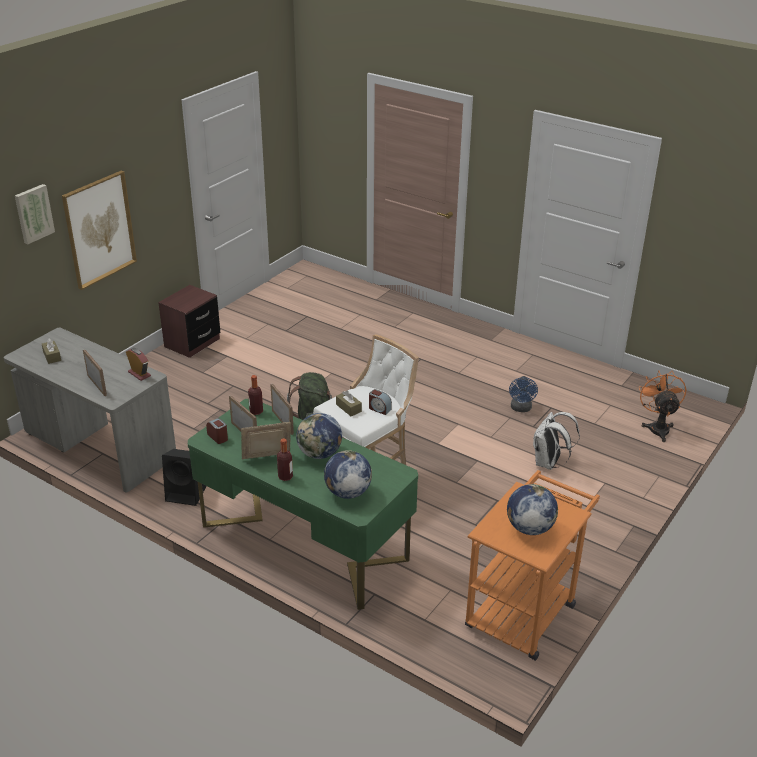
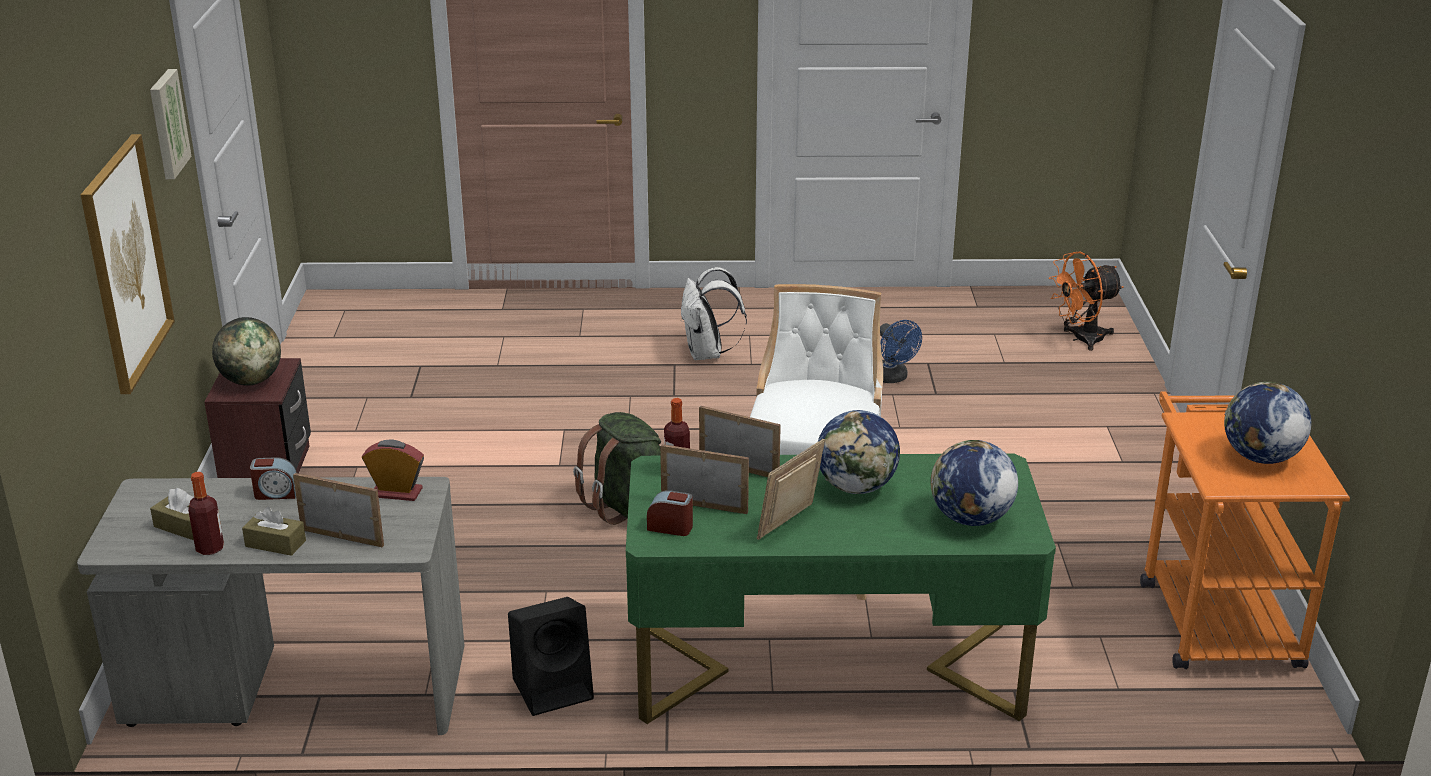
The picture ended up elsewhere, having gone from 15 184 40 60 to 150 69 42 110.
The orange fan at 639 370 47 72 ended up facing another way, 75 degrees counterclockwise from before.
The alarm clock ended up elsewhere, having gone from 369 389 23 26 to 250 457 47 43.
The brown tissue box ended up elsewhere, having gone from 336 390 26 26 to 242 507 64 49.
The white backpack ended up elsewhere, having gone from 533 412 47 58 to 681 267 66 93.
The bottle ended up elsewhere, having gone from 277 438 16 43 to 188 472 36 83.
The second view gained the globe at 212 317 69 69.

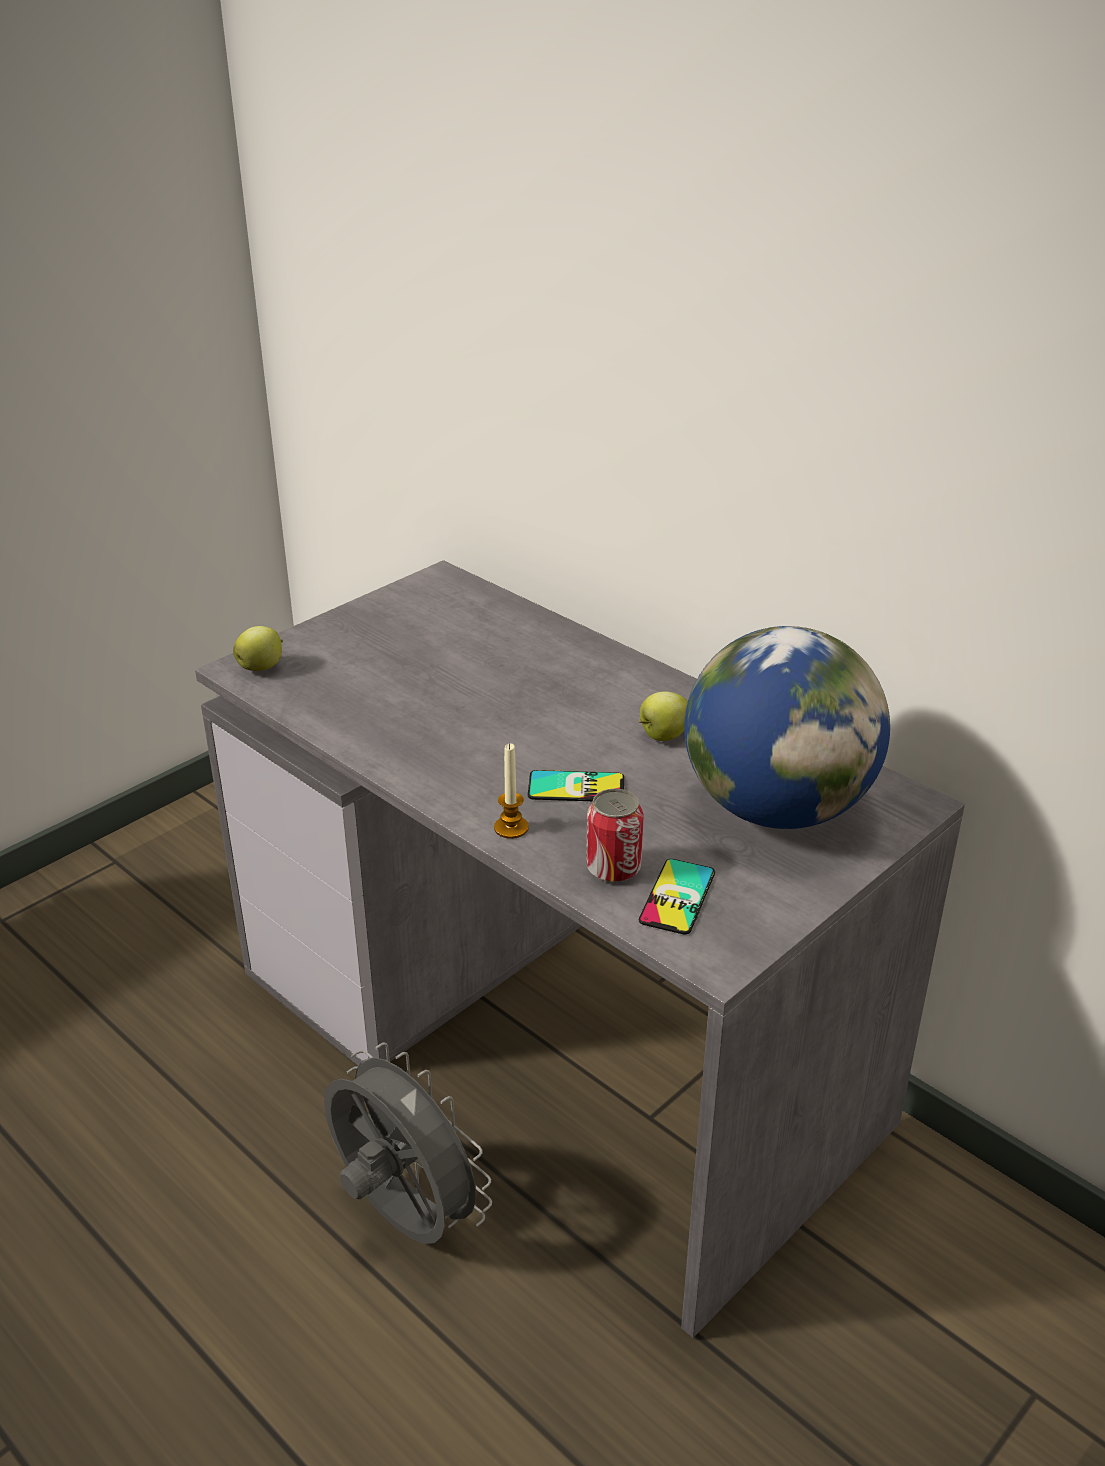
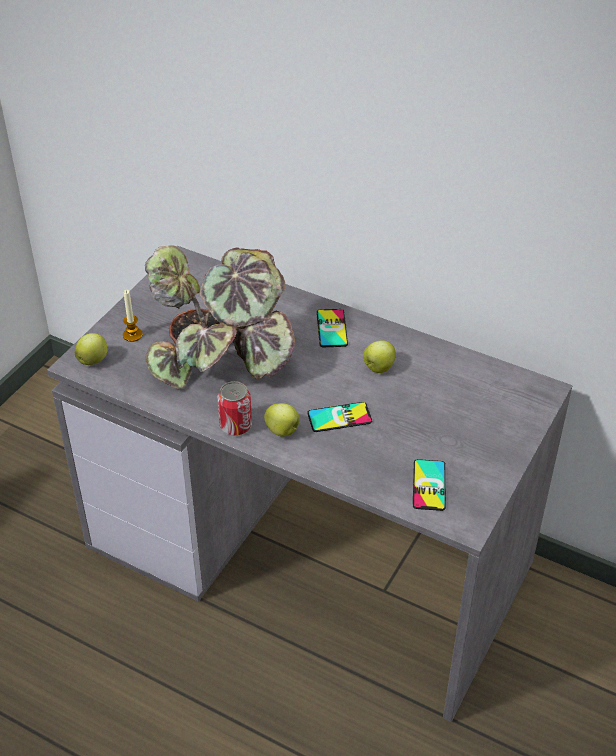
The second view lost the globe at 684 626 206 203.
The candle ended up elsewhere, having gone from 494 743 35 96 to 123 290 20 52.
The can ended up elsewhere, having gone from 586 789 58 94 to 217 381 35 55.
The second view lost the grey fan at 324 1042 168 202.
The second view gained the potted plant at 145 245 150 144.
The second view gained the phone at 317 309 31 38.
The second view gained the apple at 264 403 36 33.

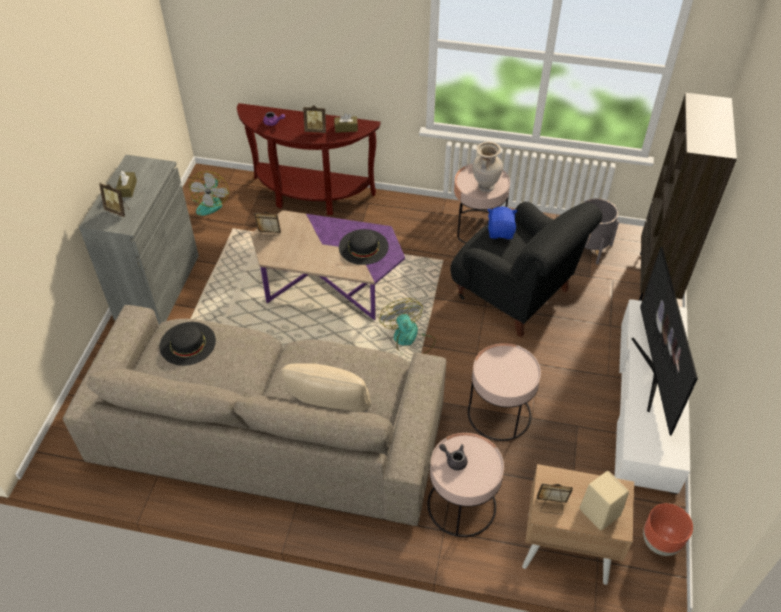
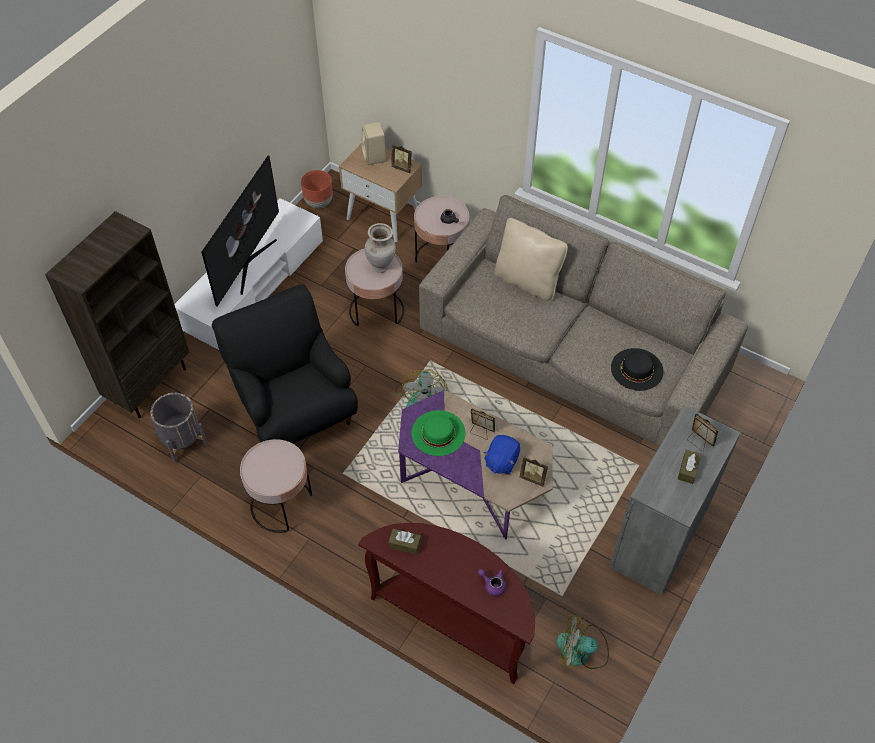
The picture frame ended up elsewhere, having gone from 303 105 23 28 to 470 408 25 32.
The beige vase ended up elsewhere, having gone from 473 142 30 51 to 365 223 31 50.
The fan at 189 171 40 45 ended up facing another way, 105 degrees counterclockwise from before.
The blue plush toy ended up elsewhere, having gone from 487 206 31 33 to 483 435 37 39.
What was the black hat at 339 229 50 36 turned into the green hat at 411 410 55 46.

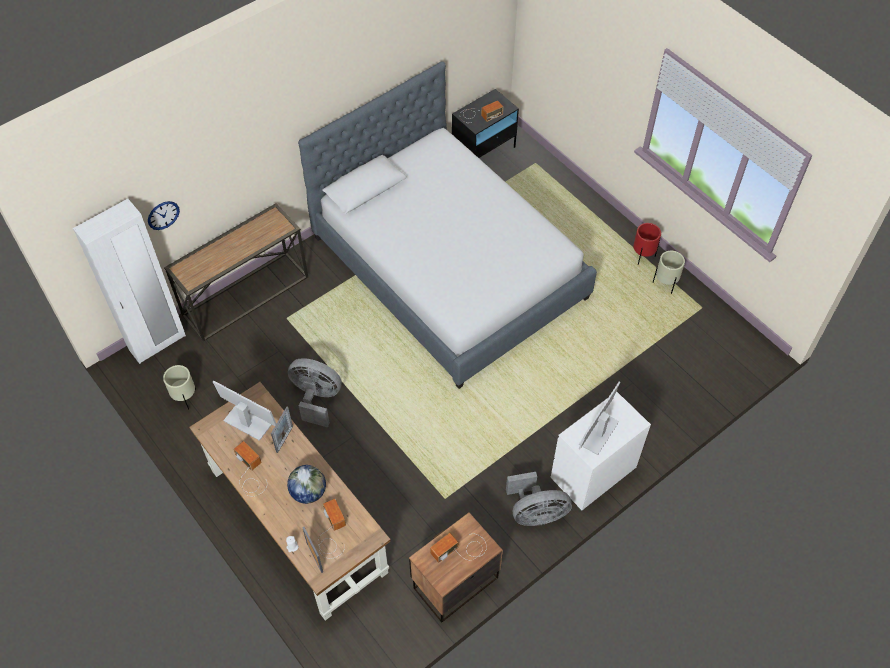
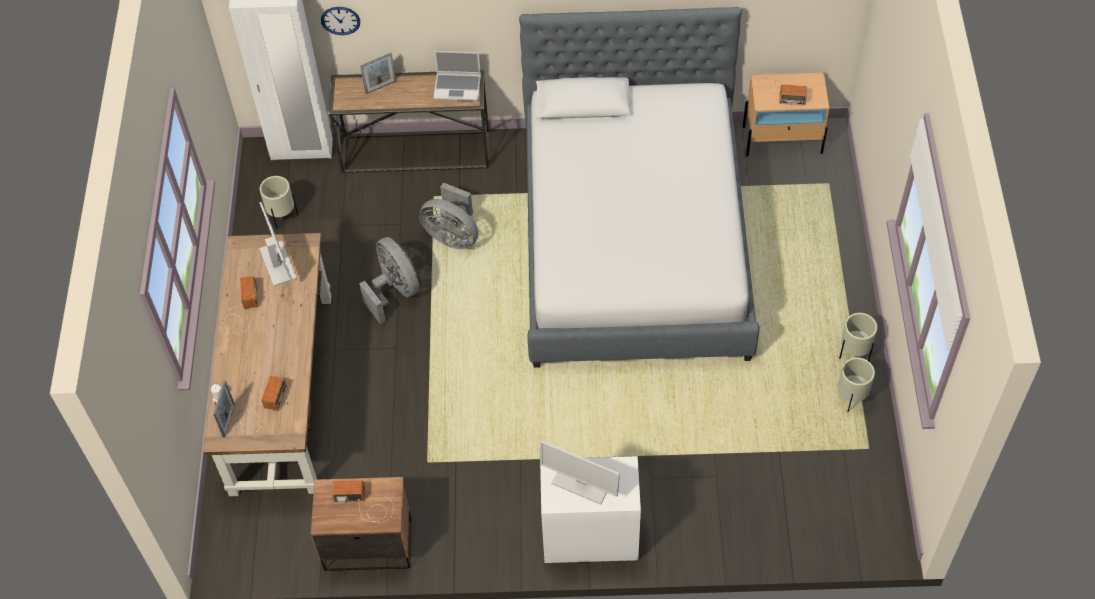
What was the black nightstand at 452 89 67 69 turned into the beige nightstand at 743 73 86 84.
What was the red planter at 633 223 28 42 turned into the beige planter at 839 313 38 48.
The monitor at 579 382 41 73 ended up facing another way, 135 degrees counterclockwise from before.
The picture frame ended up elsewhere, having gone from 271 407 22 46 to 361 53 35 41.
The second view lost the globe at 287 465 39 39.
The grey fan ended up elsewhere, having gone from 506 472 66 54 to 419 183 59 66.
The second view gained the laptop at 433 51 48 50.

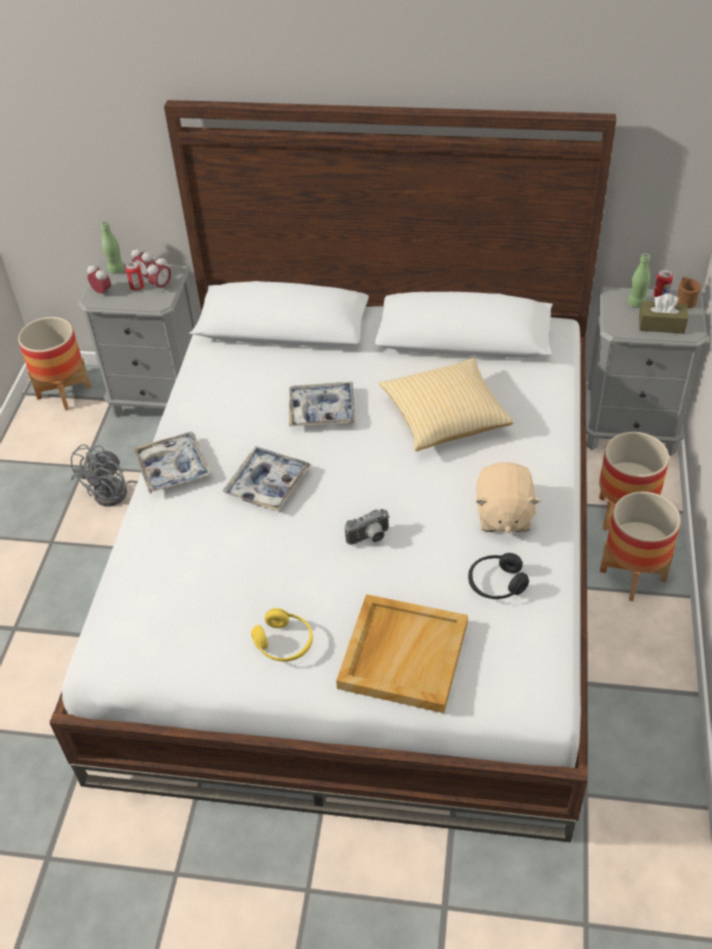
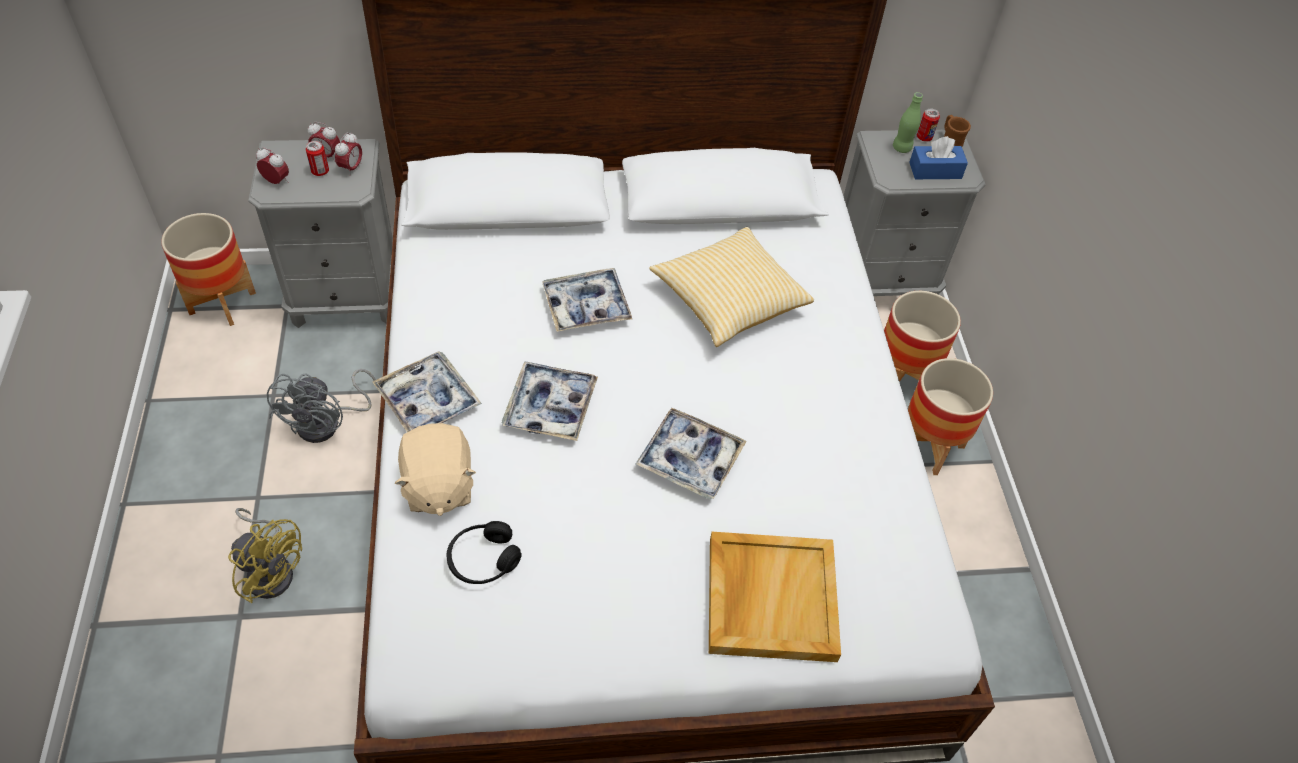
The second view lost the green bottle at 101 221 23 53.
What was the brown tissue box at 639 293 49 41 turned into the blue tissue box at 909 136 59 43.
The beige plush toy ended up elsewhere, having gone from 475 462 66 71 to 394 423 82 93.
Where the photo camera stood at 345 509 45 36, the tray came to stand at 636 408 111 91.
The black headphones ended up elsewhere, having gone from 468 553 61 46 to 447 521 75 63.
The second view lost the yellow headphones at 251 608 62 54.
The second view gained the yellow fan at 228 508 74 95.

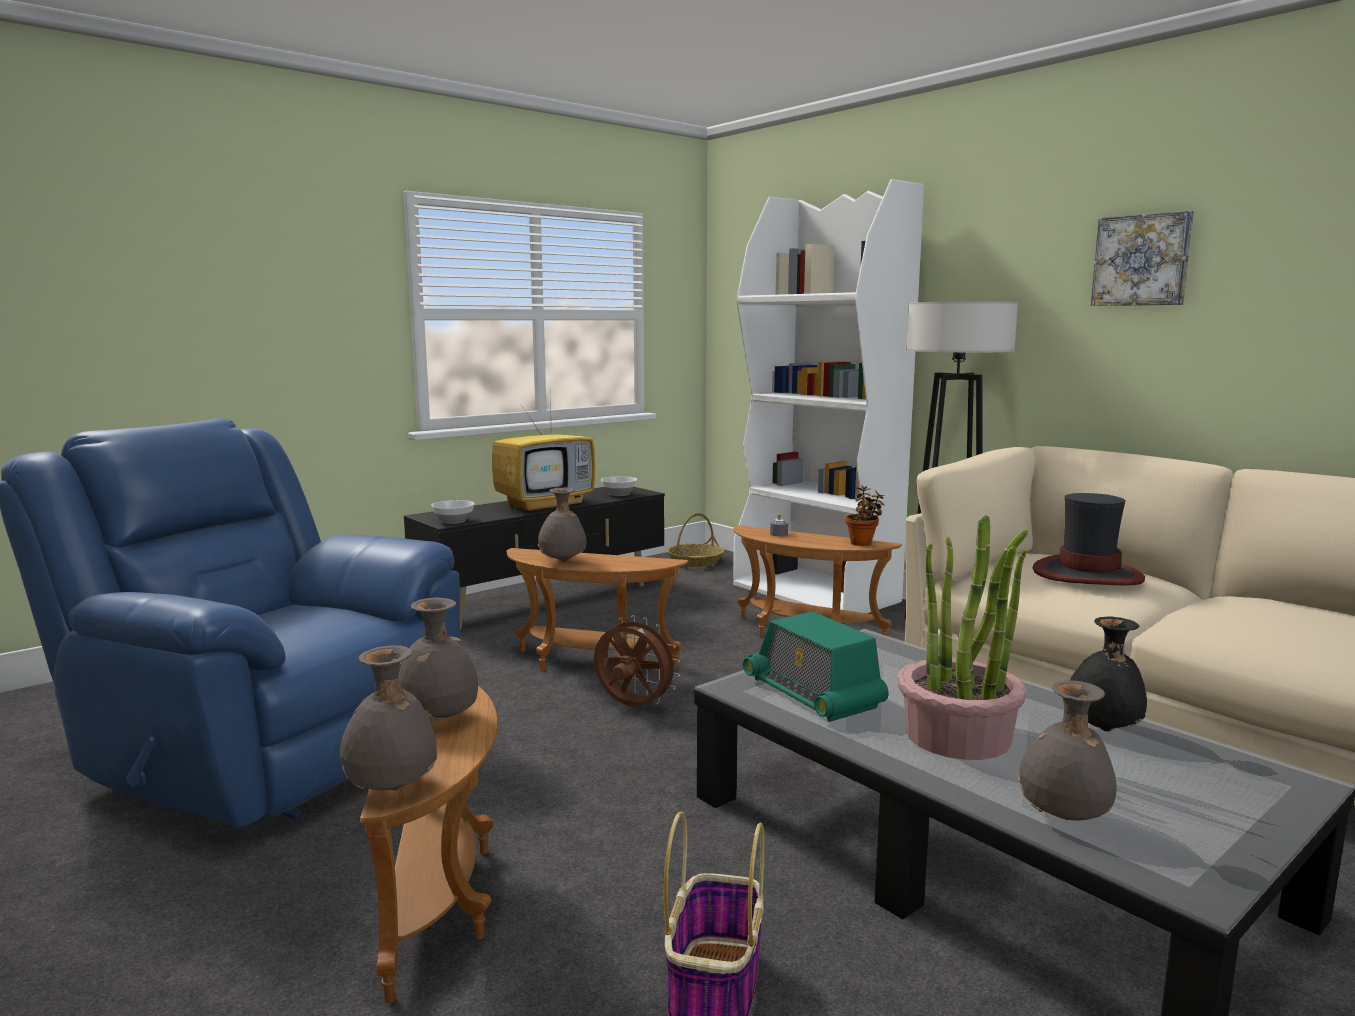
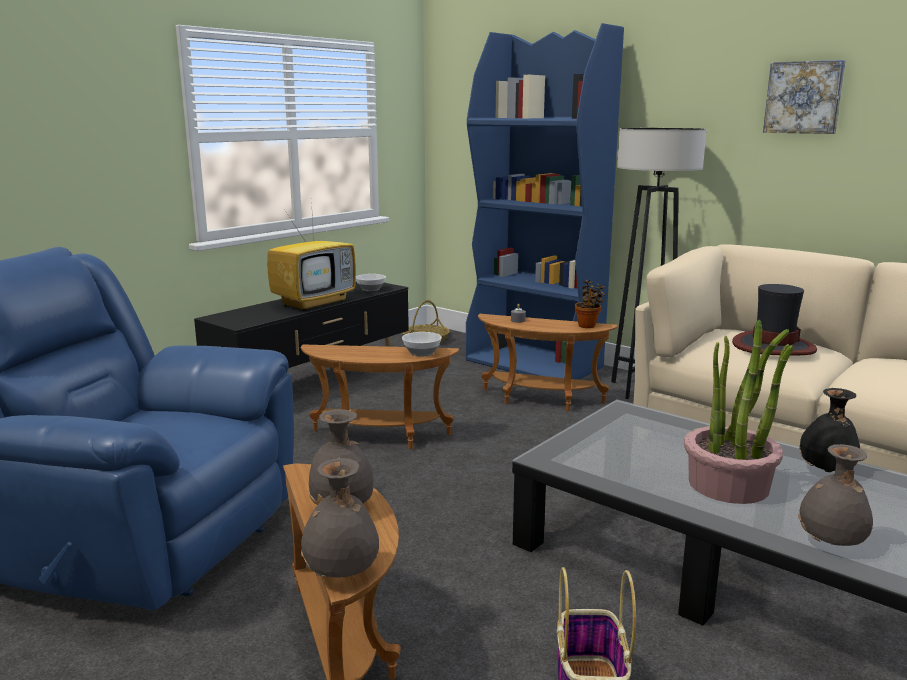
What was the white bookcase at 733 179 191 434 turned into the blue bookcase at 466 23 158 357.
The second view lost the grey vase at 538 488 48 74.
The bowl ended up elsewhere, having gone from 431 500 43 24 to 402 332 40 24.
The second view lost the radio at 743 611 146 111.
The second view lost the brown fan at 594 615 86 92.

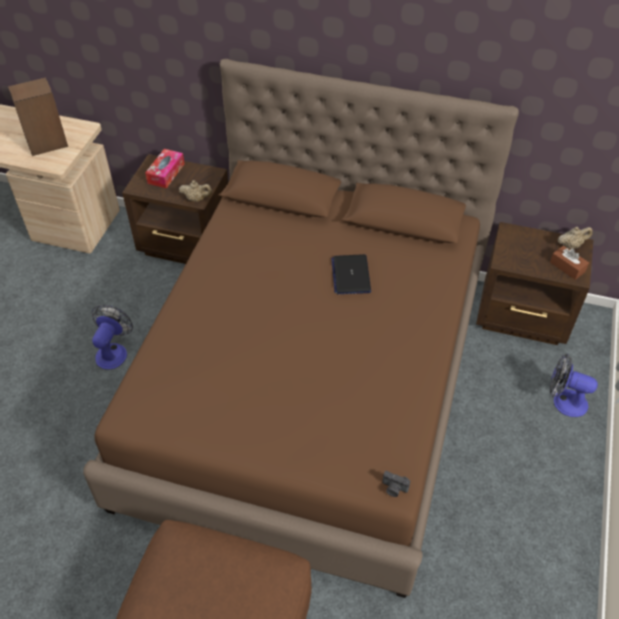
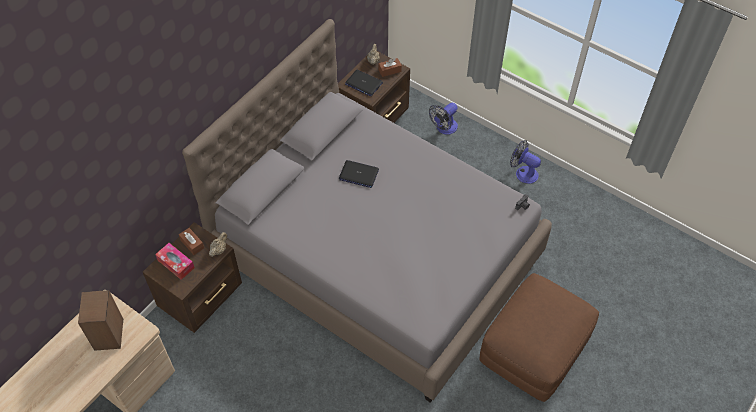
What was the brown bed at 83 59 436 539 turned into the grey bed at 182 19 370 384.
The fan ended up elsewhere, having gone from 92 305 41 65 to 510 140 31 44.
The second view gained the laptop at 345 70 38 26.
The second view gained the brown tissue box at 179 228 25 27.

